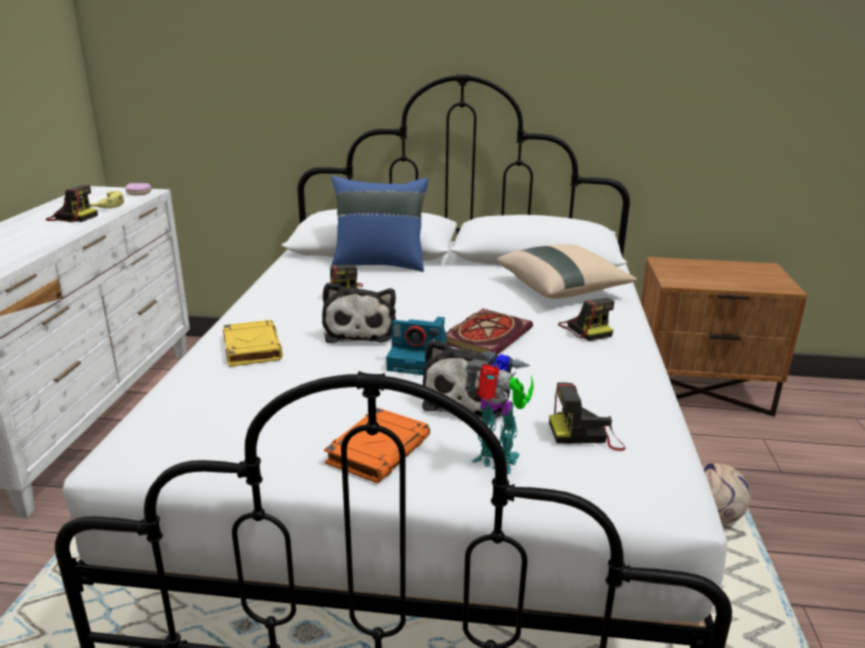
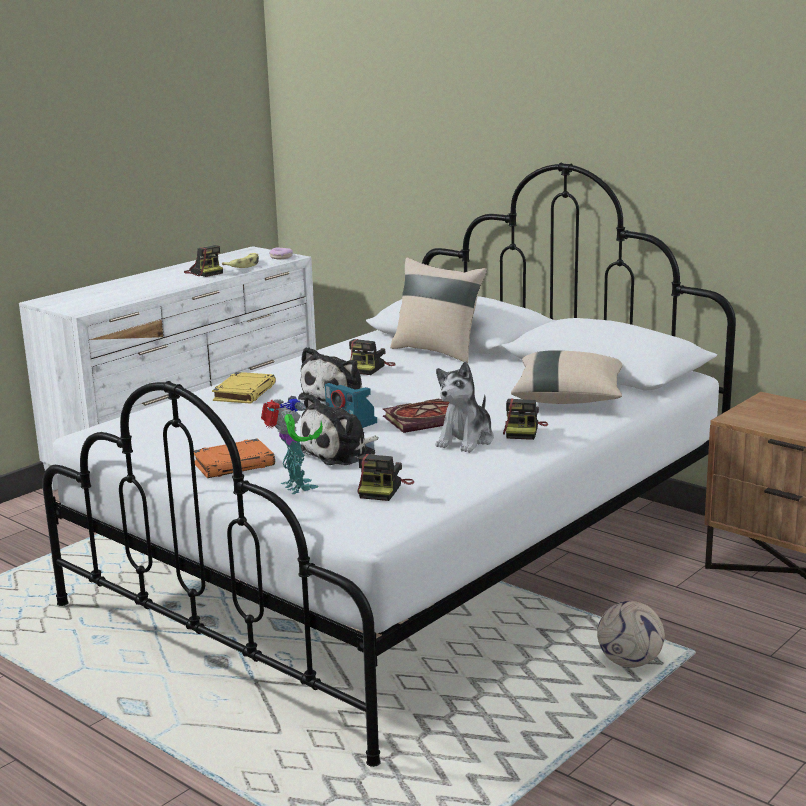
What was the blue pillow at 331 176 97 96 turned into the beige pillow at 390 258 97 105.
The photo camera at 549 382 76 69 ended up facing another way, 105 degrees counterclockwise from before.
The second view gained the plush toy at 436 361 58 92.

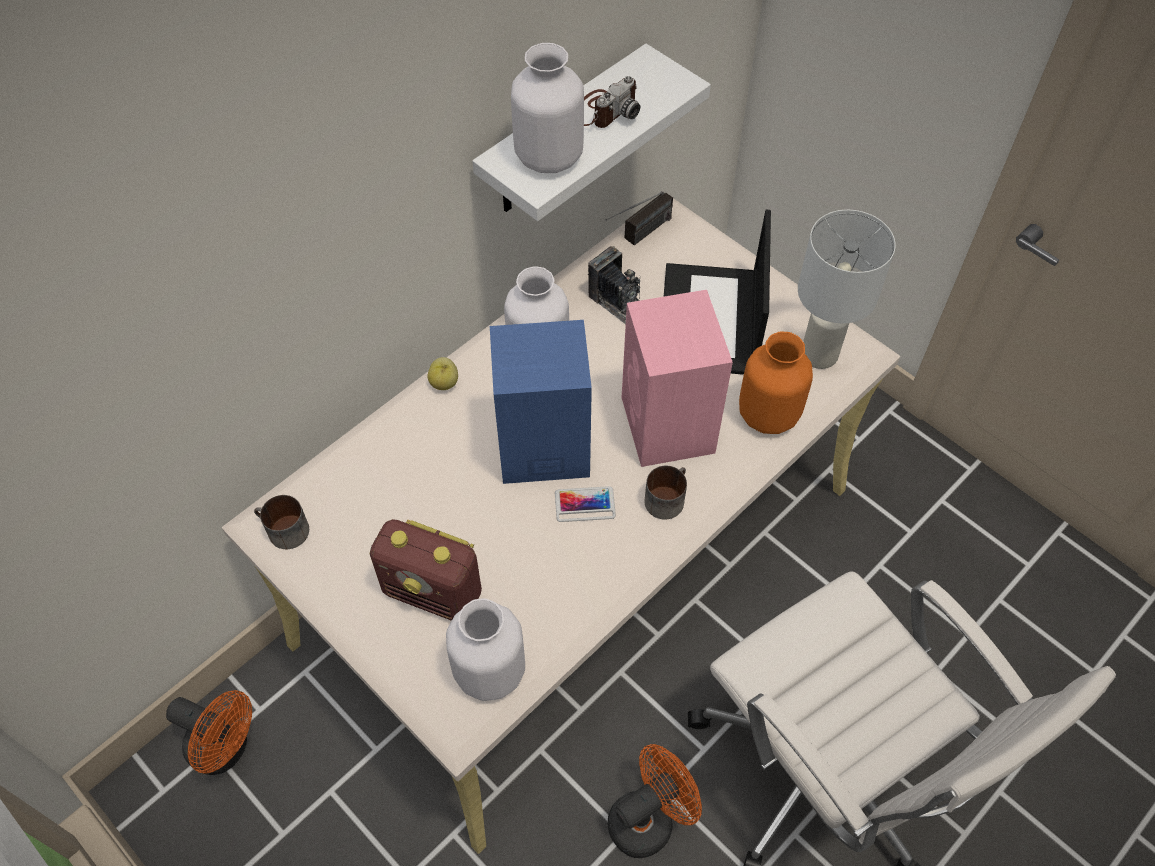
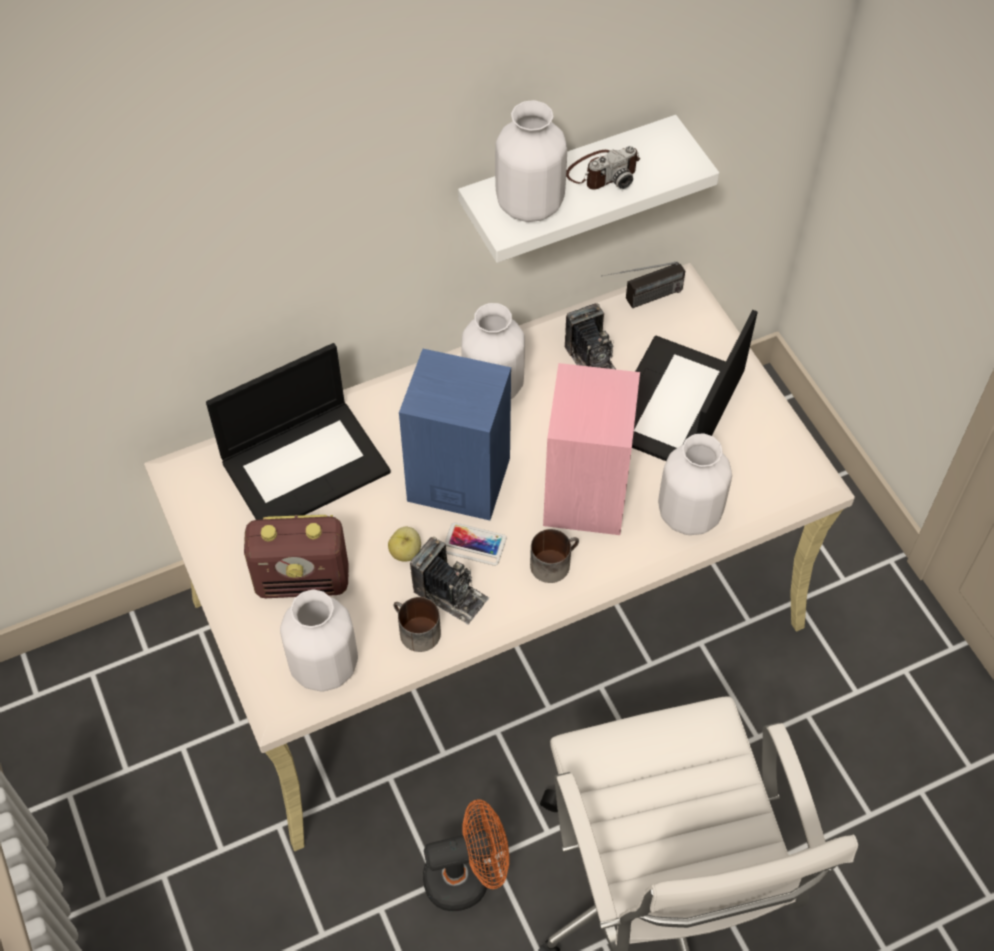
The second view lost the white table lamp at 798 210 98 159.
What was the orange vase at 739 332 74 102 turned into the white vase at 658 433 74 102.
The apple ended up elsewhere, having gone from 427 357 31 33 to 388 527 33 35.
The mug ended up elsewhere, having gone from 254 495 55 54 to 393 597 48 55.
The radio at 370 519 112 102 ended up facing another way, 45 degrees counterclockwise from before.
The second view lost the orange fan at 166 690 86 85.
The second view gained the laptop at 206 343 185 177.
The second view gained the photo camera at 410 536 79 89.

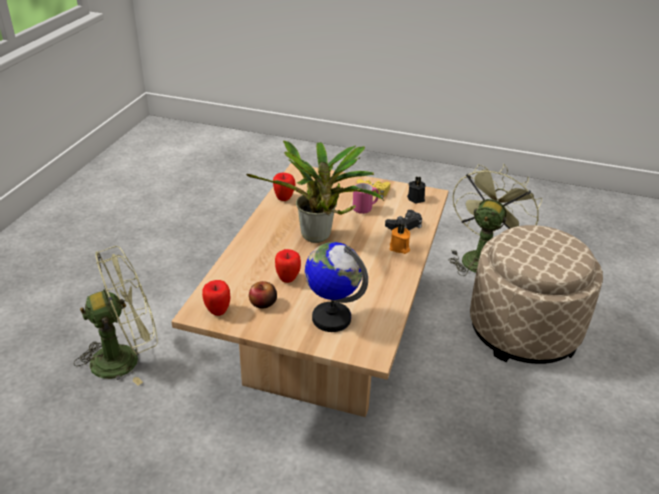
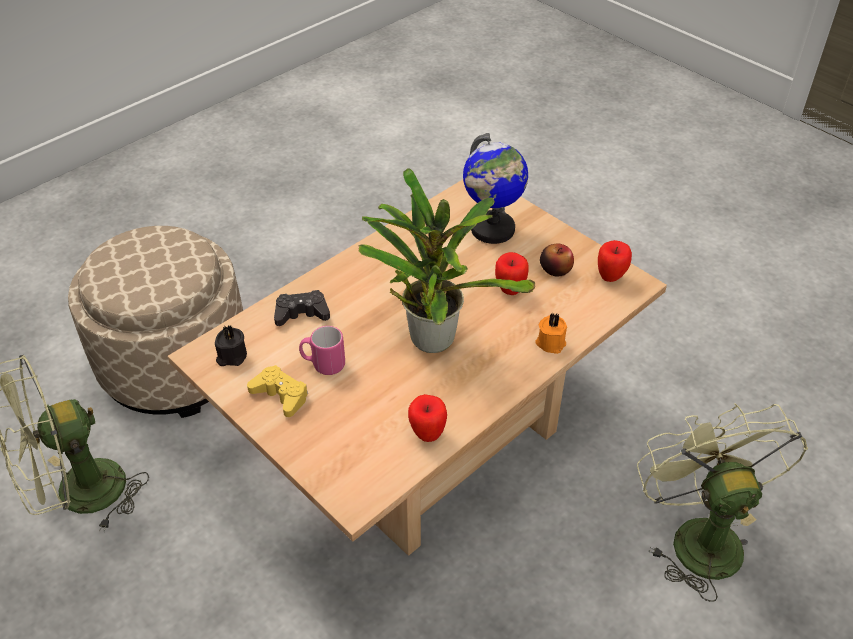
The orange candle ended up elsewhere, having gone from 390 224 20 30 to 535 313 32 41.
The green fan at 74 246 84 140 ended up facing another way, 75 degrees clockwise from before.

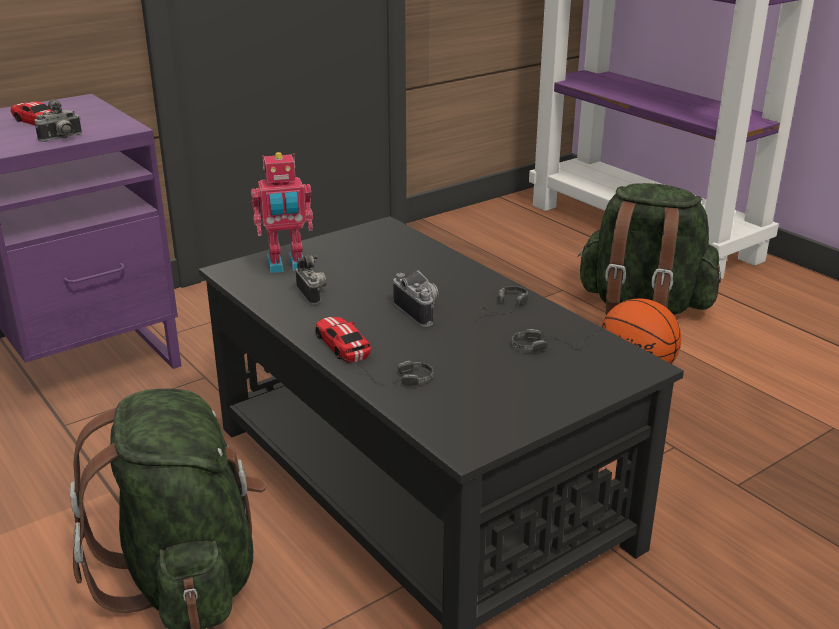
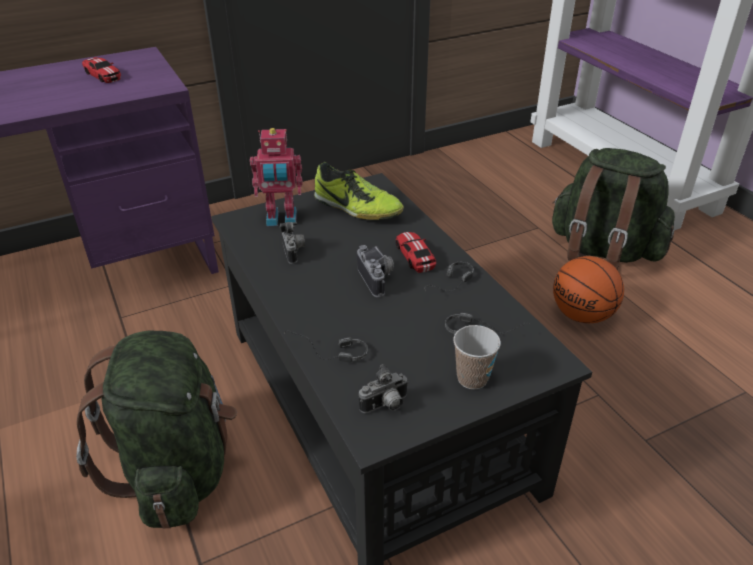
The photo camera ended up elsewhere, having gone from 34 99 48 42 to 359 364 50 49.
The toy car ended up elsewhere, having gone from 315 317 56 46 to 396 232 40 41.
The second view gained the shoe at 314 162 90 58.
The second view gained the cup at 453 325 48 64.

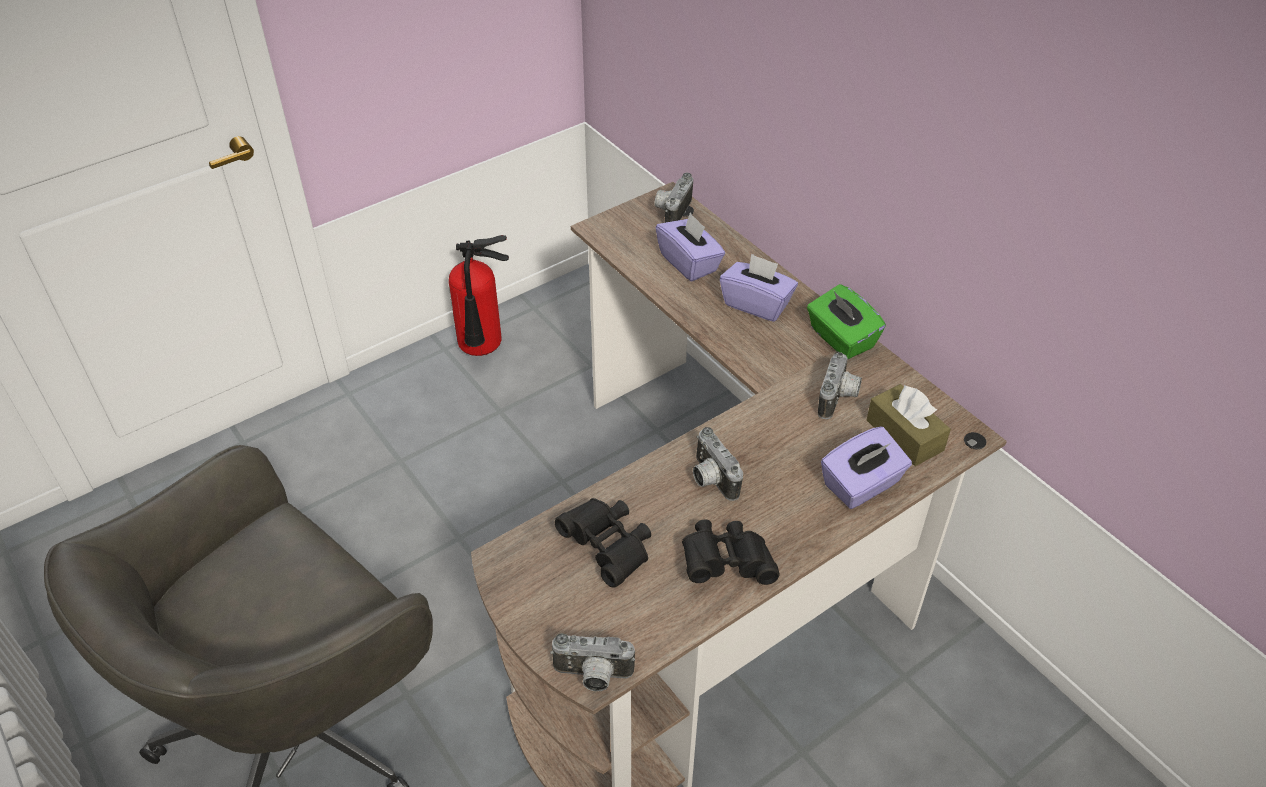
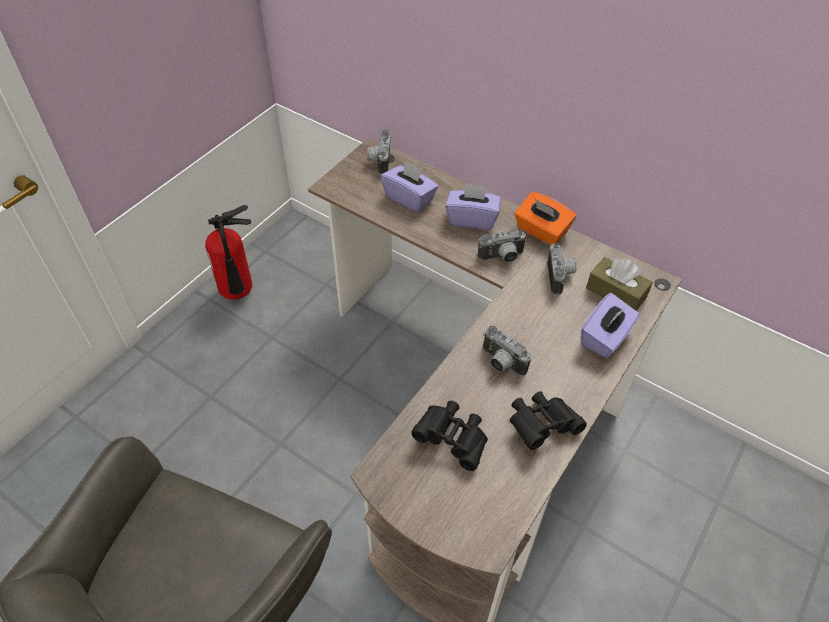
What was the green tissue box at 807 284 79 76 turned into the orange tissue box at 514 192 62 54.
The photo camera ended up elsewhere, having gone from 550 633 85 58 to 477 230 50 33.

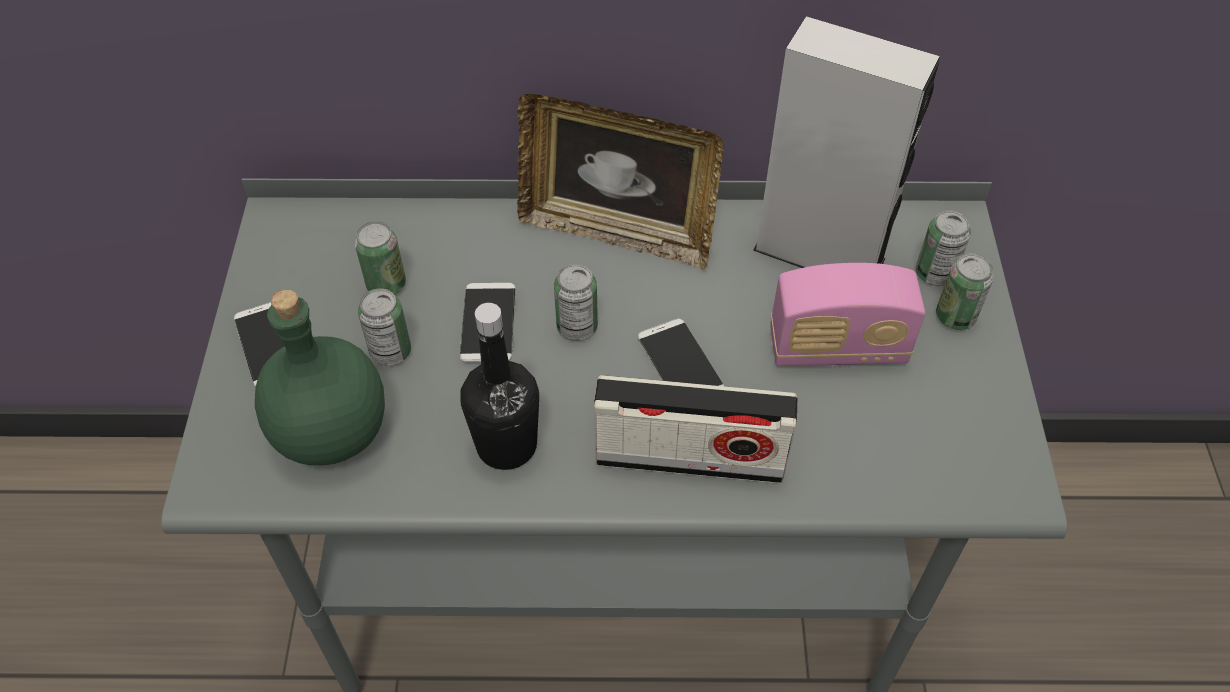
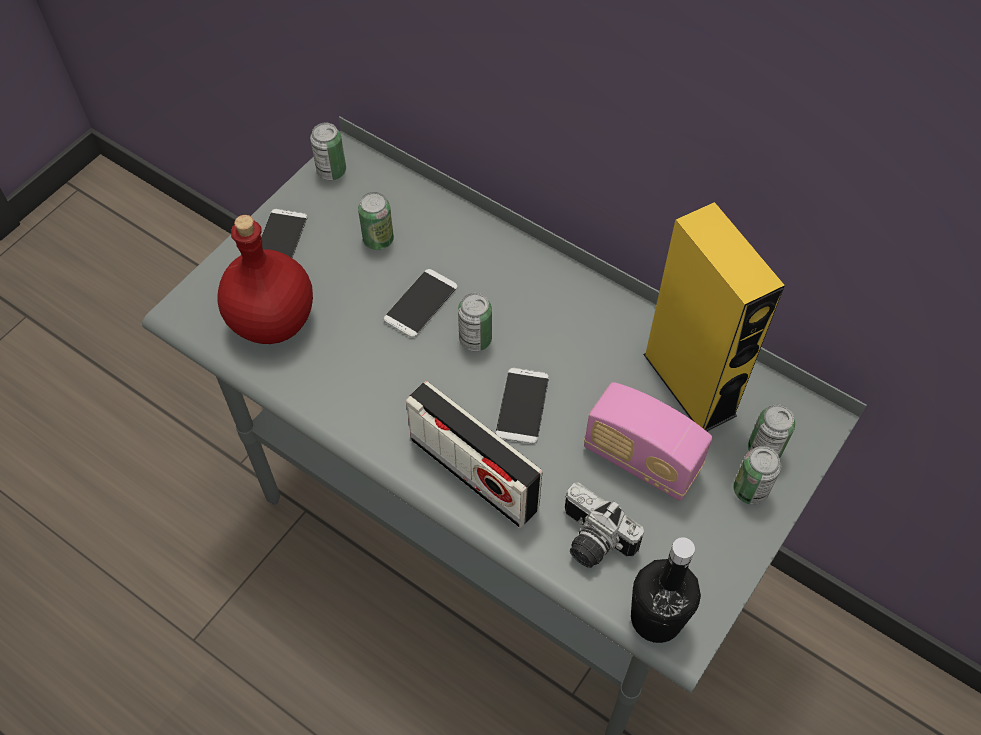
What was the grey speaker at 753 16 187 252 turned into the yellow speaker at 643 202 142 229.
The second view lost the picture frame at 517 94 207 176.
The can ended up elsewhere, having gone from 358 288 53 78 to 310 123 36 57.
What was the green bottle at 255 289 130 176 turned into the red bottle at 217 215 96 129.
The black bottle ended up elsewhere, having gone from 460 303 79 167 to 631 537 70 106.
The second view gained the photo camera at 565 482 79 86.

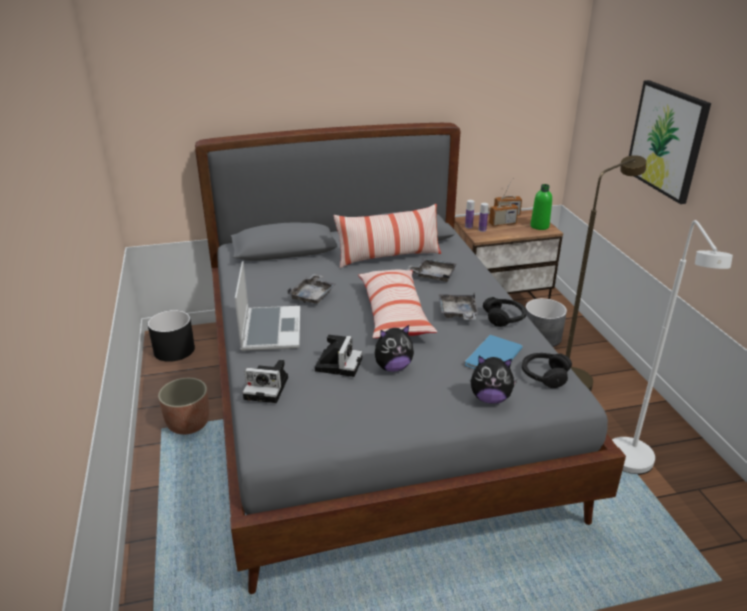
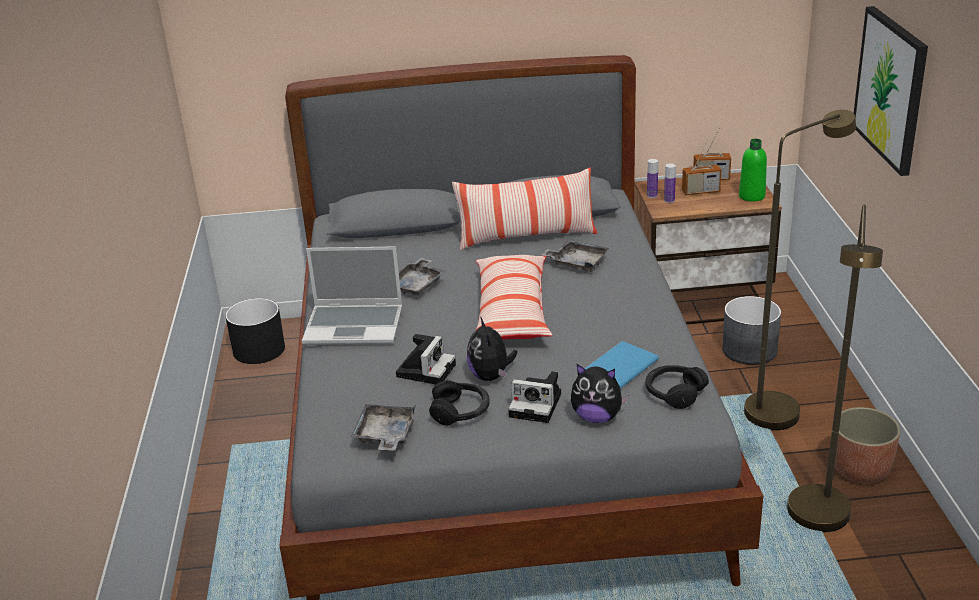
What was the white floor lamp at 612 220 121 255 turned into the brown floor lamp at 787 204 96 328.
The laptop at 235 261 65 90 ended up facing another way, 90 degrees clockwise from before.
The grey tray ended up elsewhere, having gone from 439 293 39 27 to 351 404 65 46.
The black headphones ended up elsewhere, having gone from 483 297 44 30 to 429 380 60 46.
The plush toy at 375 325 39 47 ended up facing another way, 90 degrees clockwise from before.
The photo camera ended up elsewhere, having gone from 243 360 45 43 to 508 371 53 52.
The planter ended up elsewhere, having gone from 158 378 51 57 to 834 407 66 76.

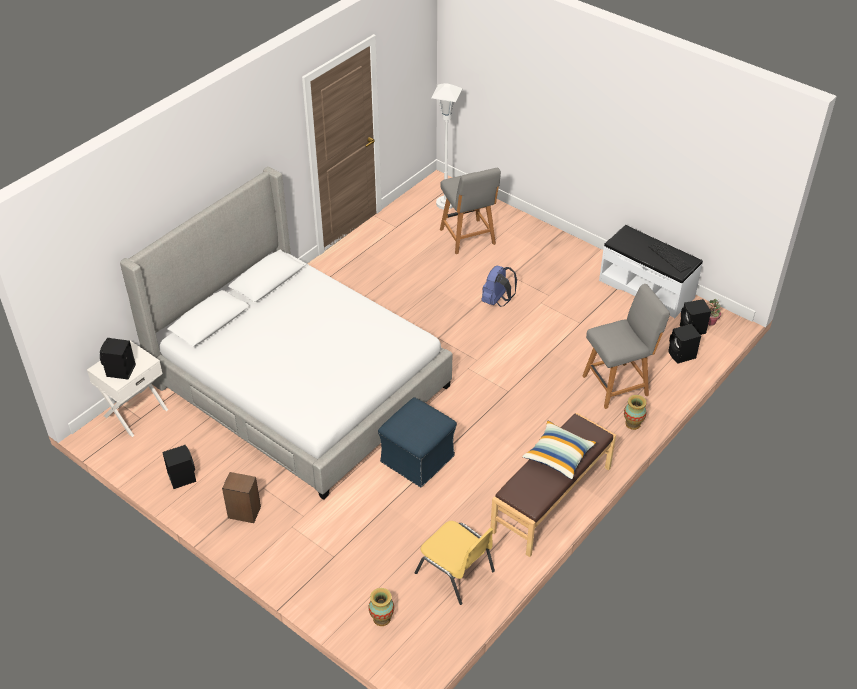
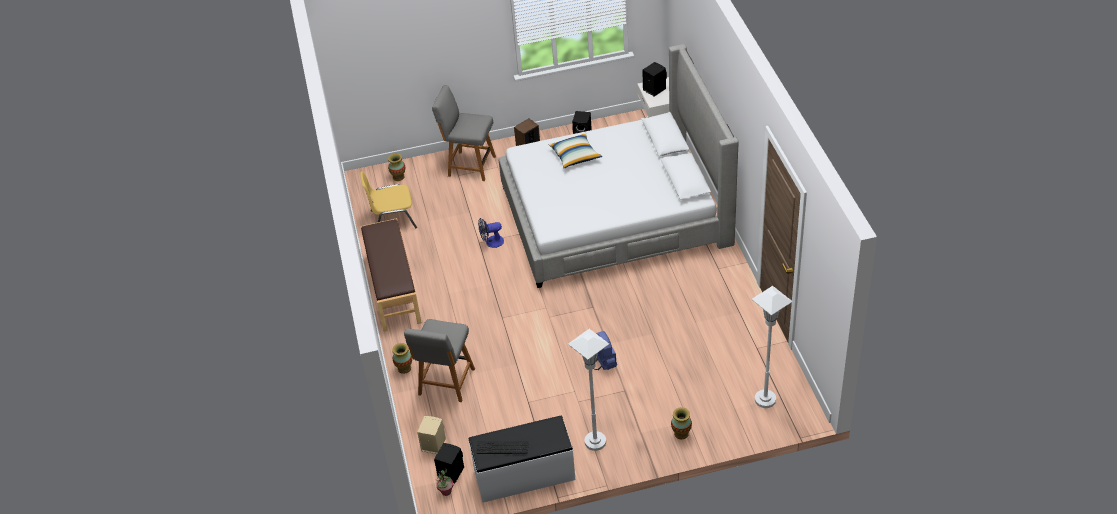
The grey chair ended up elsewhere, having gone from 440 168 61 86 to 432 85 64 96.
What was the black speaker at 668 324 33 39 turned into the beige speaker at 417 416 29 38.
Where the blue ottoman stood at 378 397 79 91, the fan came to stand at 478 218 26 30.
The pillow ended up elsewhere, having gone from 522 421 74 58 to 548 133 54 36.
The second view gained the white floor lamp at 568 329 41 122.
The second view gained the vase at 671 407 21 32.

